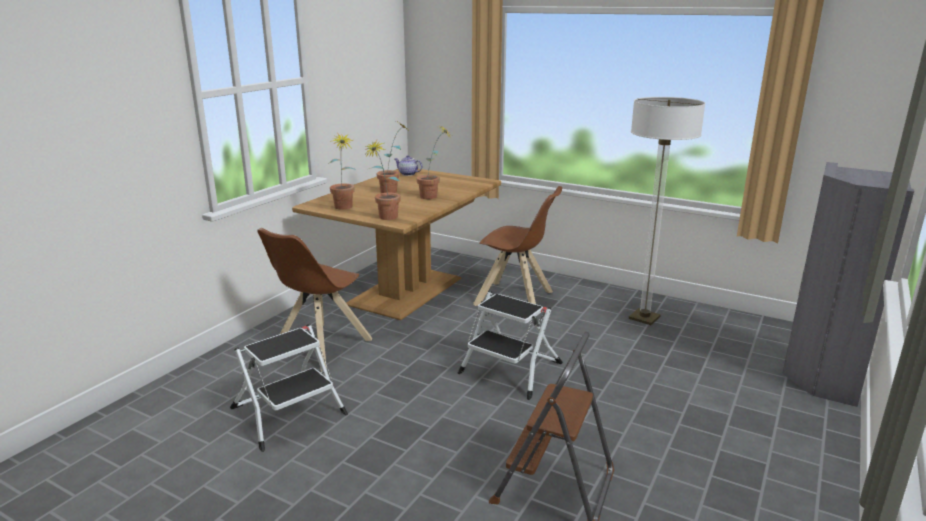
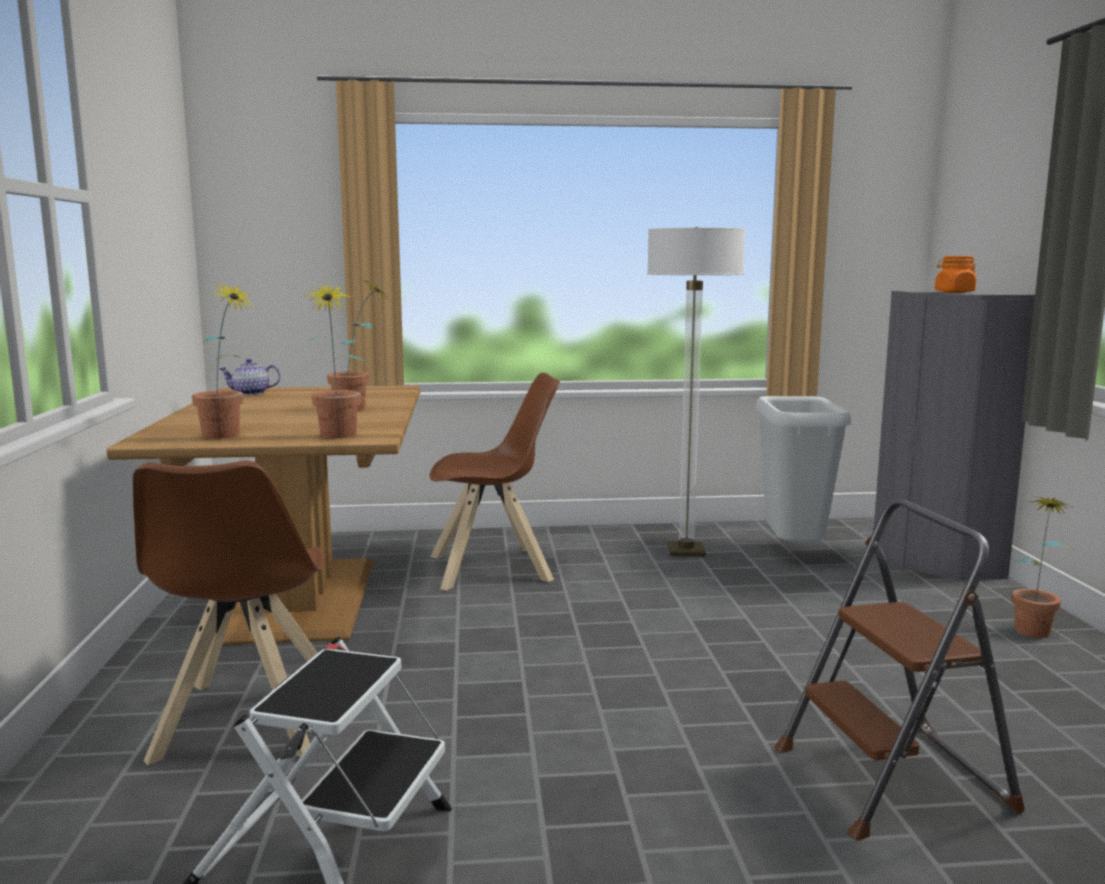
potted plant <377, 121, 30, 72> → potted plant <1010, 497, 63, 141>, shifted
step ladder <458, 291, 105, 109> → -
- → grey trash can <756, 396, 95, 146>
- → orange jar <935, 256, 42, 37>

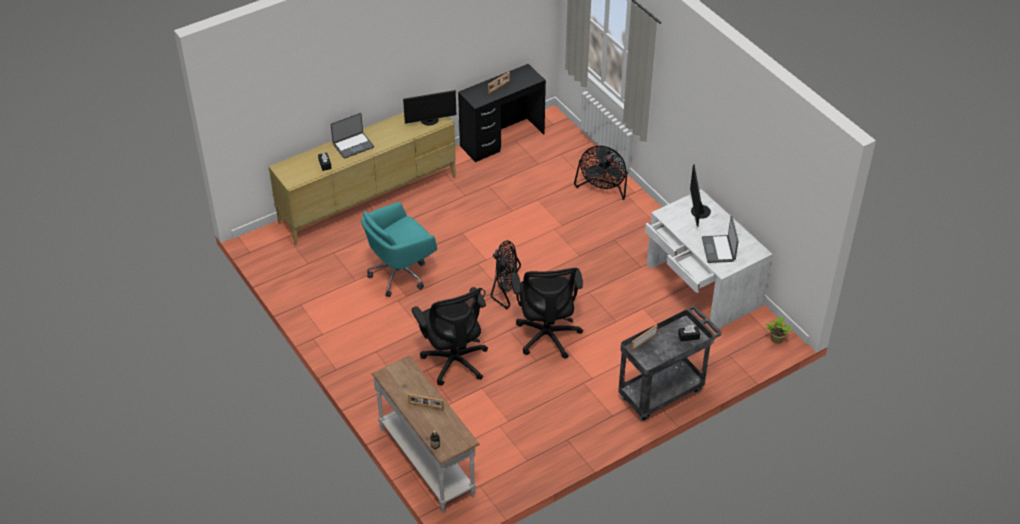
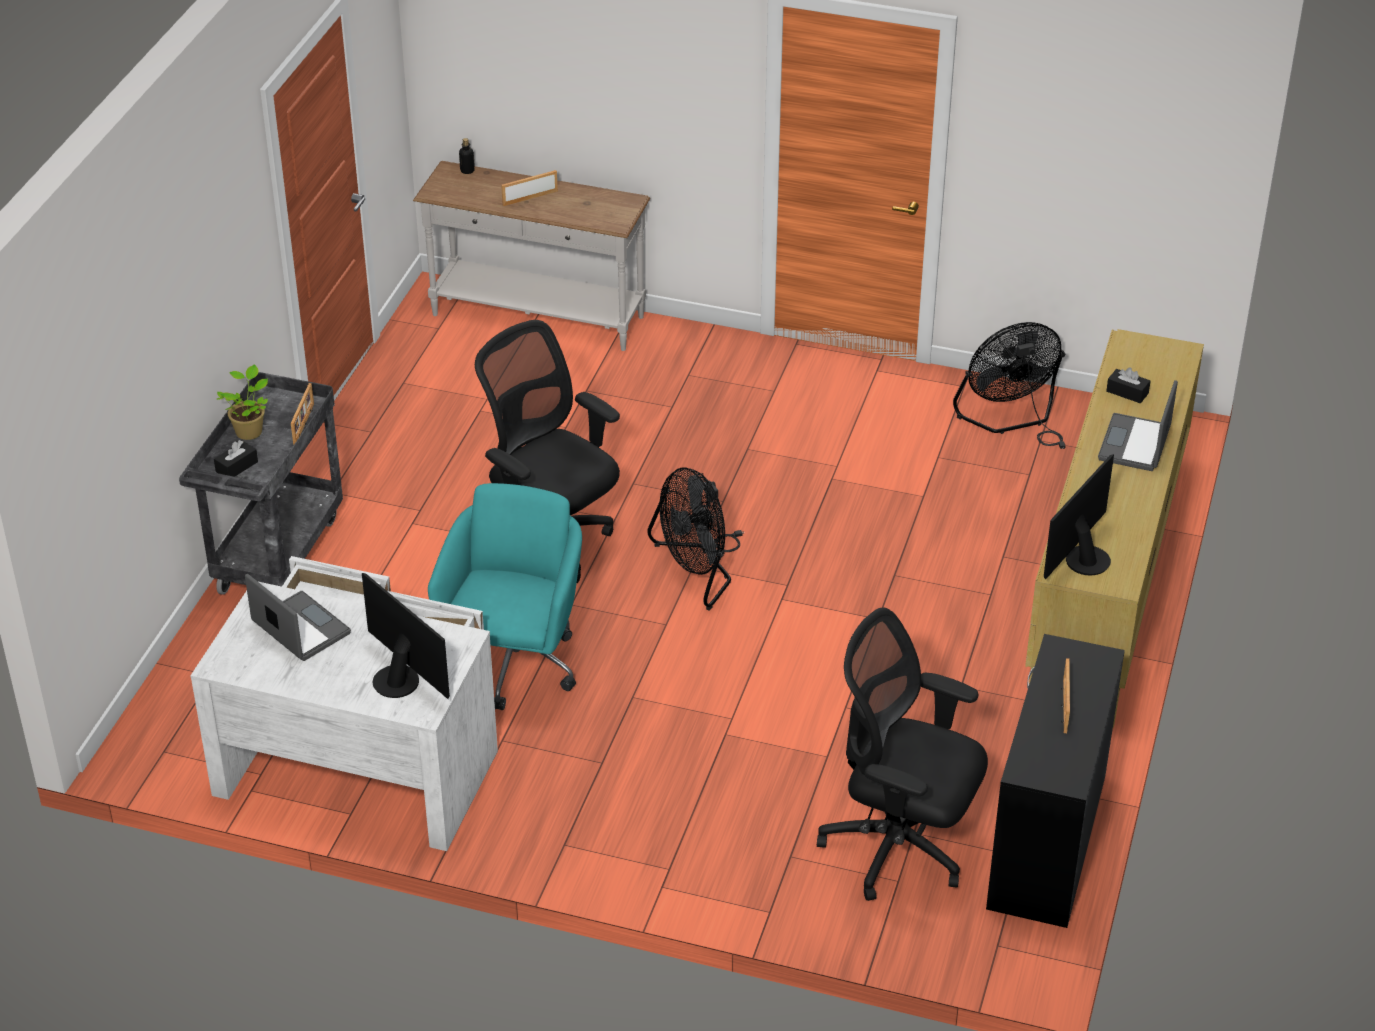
turquoise office chair <361, 202, 76, 95> → turquoise office chair <428, 483, 154, 227>, shifted
black office chair <412, 287, 76, 99> → black office chair <817, 608, 171, 293>, shifted
black fan <574, 146, 54, 54> → black fan <953, 322, 113, 127>, shifted
potted plant <766, 317, 26, 27> → potted plant <217, 364, 51, 76>, shifted

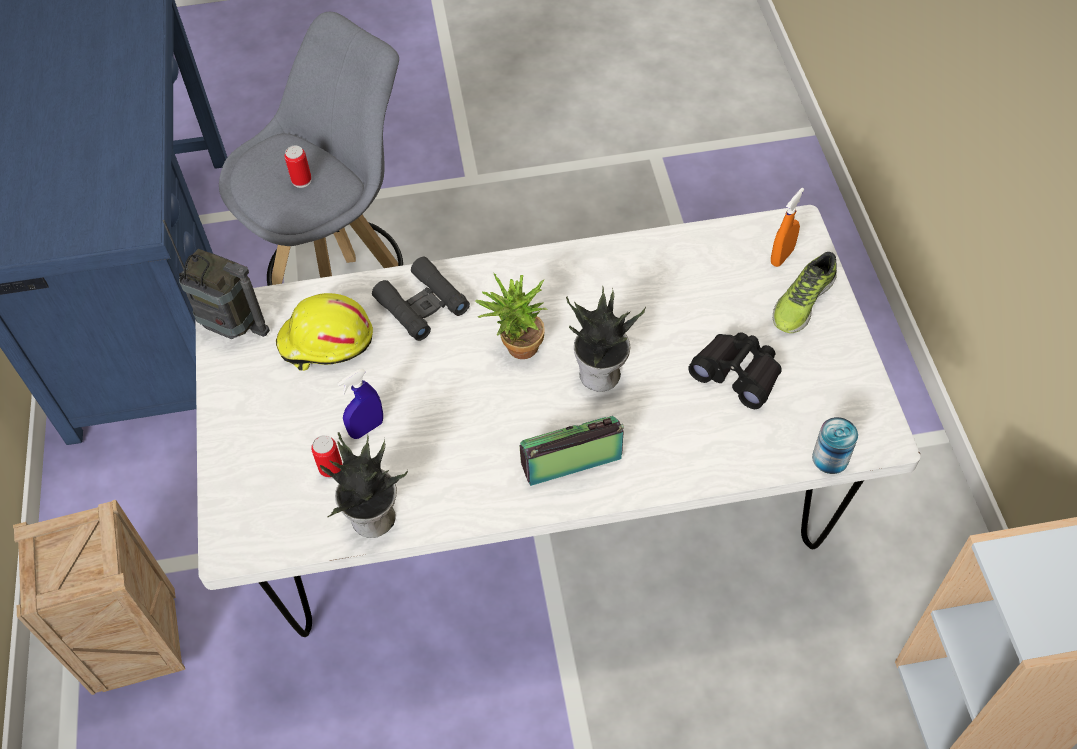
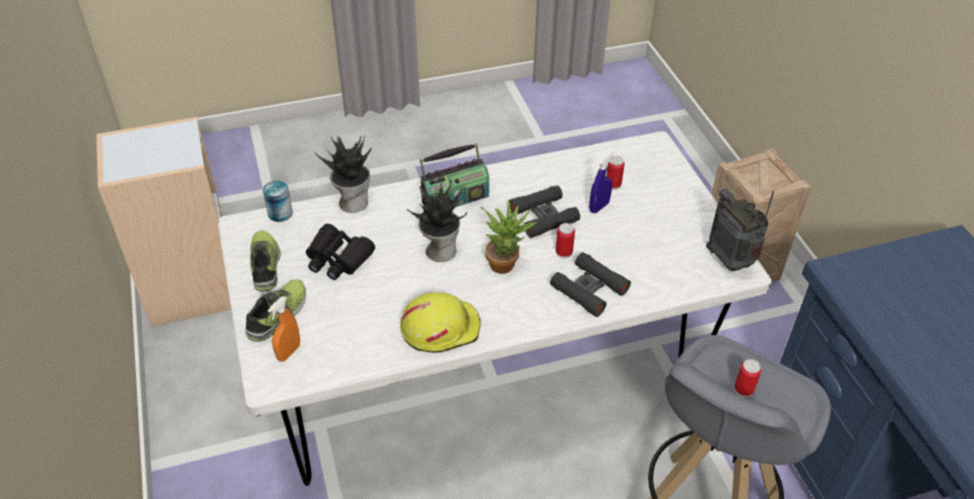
radio <163, 220, 107, 119> → radio <706, 189, 68, 83>, 45 degrees clockwise
yellow hard hat <276, 293, 97, 78> → yellow hard hat <400, 292, 81, 61>, shifted
potted plant <320, 432, 88, 106> → potted plant <315, 136, 57, 77>, shifted
- → shoe <250, 230, 31, 62>
- → black binoculars <508, 185, 72, 53>
- → can <556, 223, 19, 35>

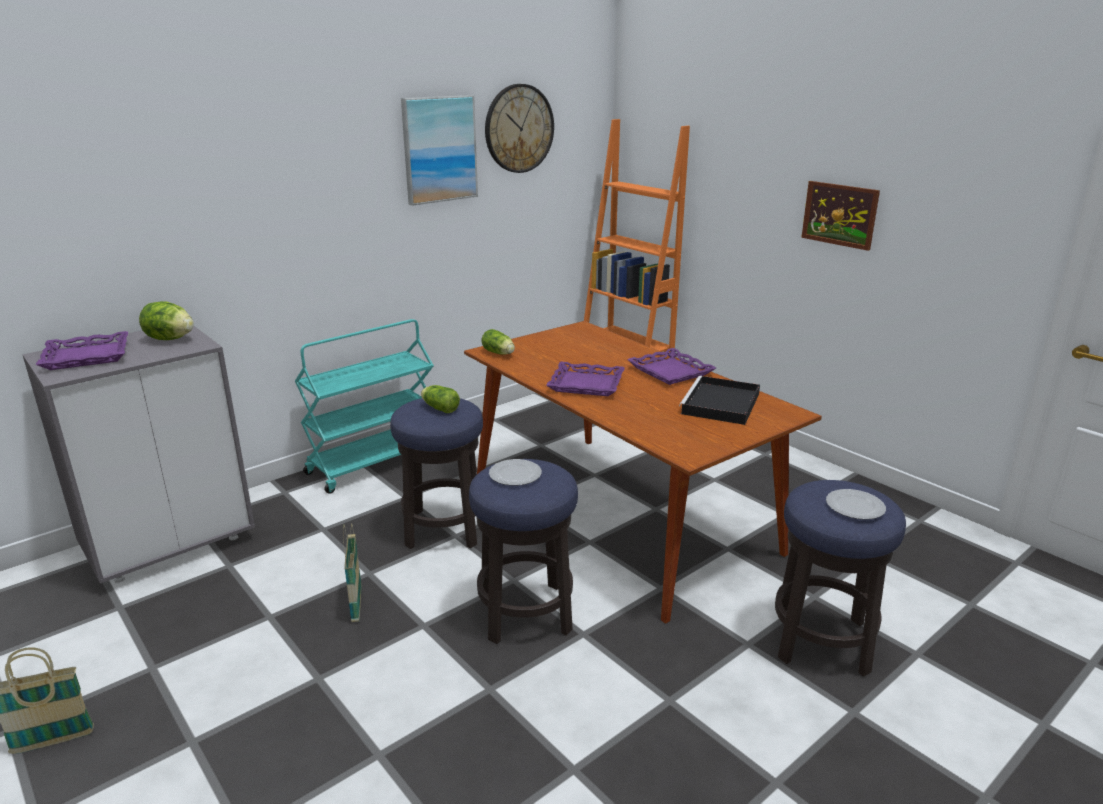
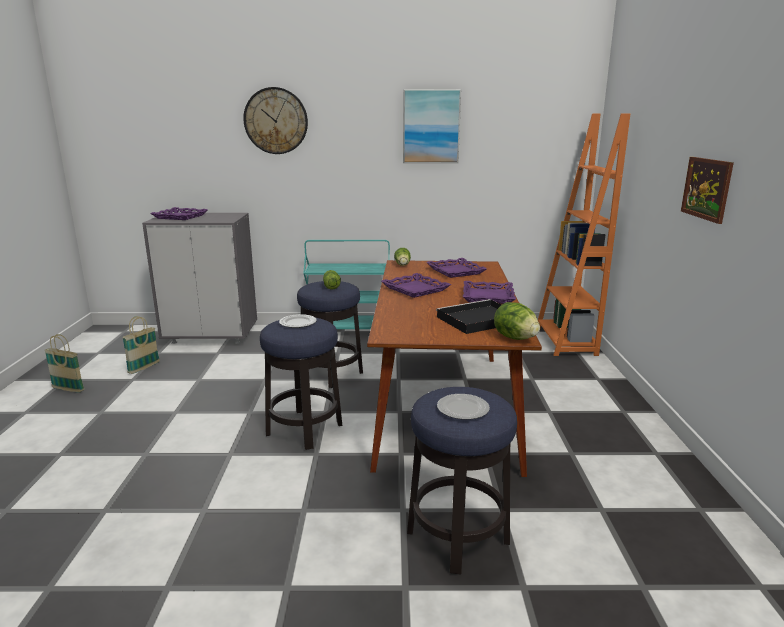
lettuce <139, 301, 55, 39> → lettuce <494, 302, 46, 38>, shifted
basket <343, 523, 18, 99> → basket <122, 316, 38, 58>, shifted
wall clock <485, 84, 69, 89> → wall clock <243, 87, 65, 67>, shifted
- → purple tray <426, 258, 61, 20>

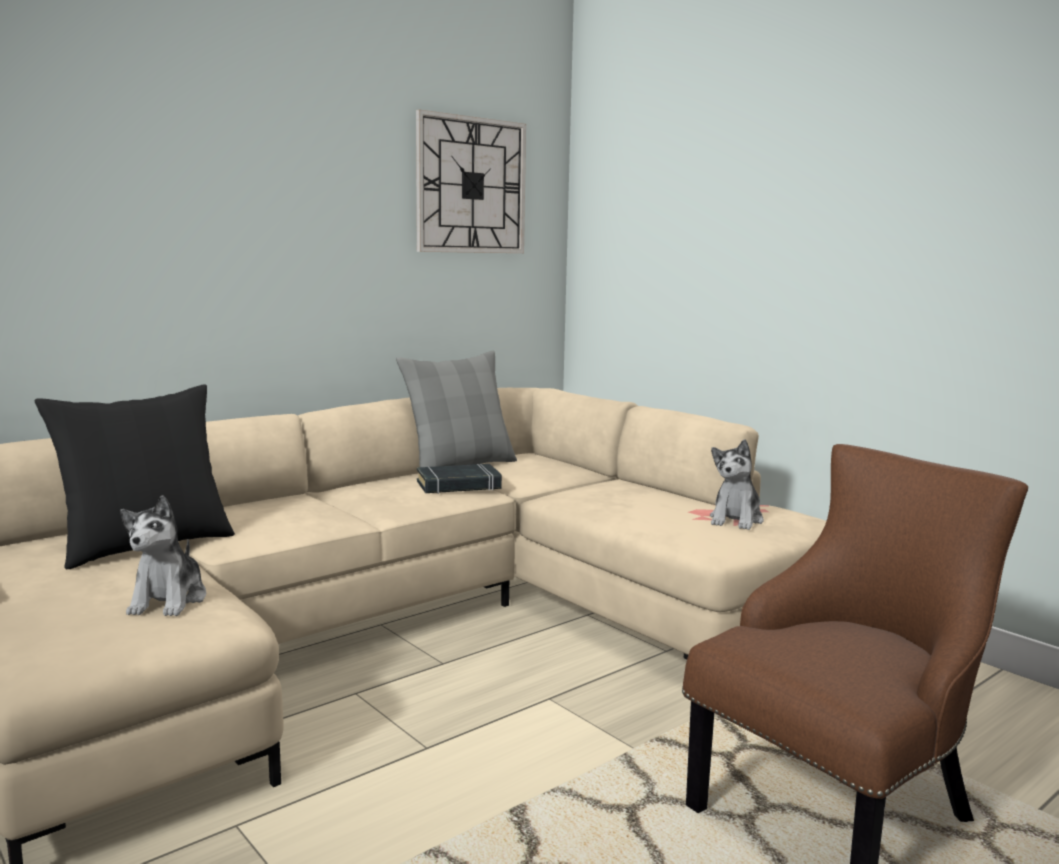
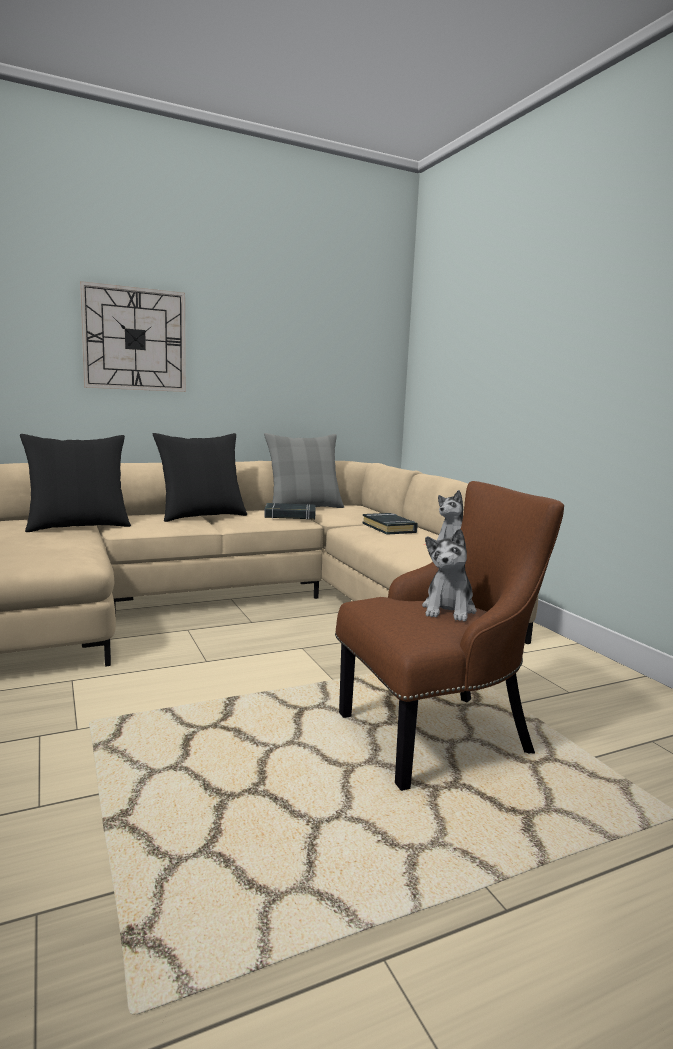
plush toy <120, 495, 86, 121> → plush toy <422, 529, 54, 93>, shifted
wall clock <416, 109, 110, 144> → wall clock <80, 281, 106, 111>, shifted
- → black pillow <153, 433, 94, 89>
- → black book <362, 513, 56, 22>

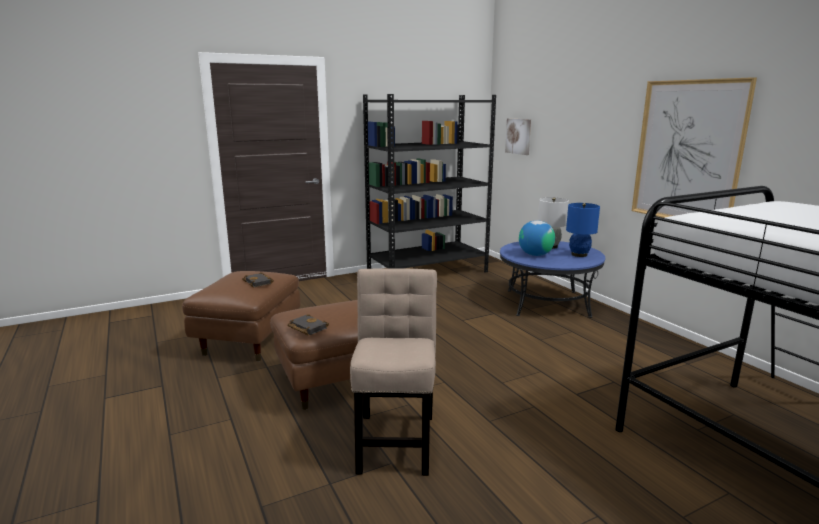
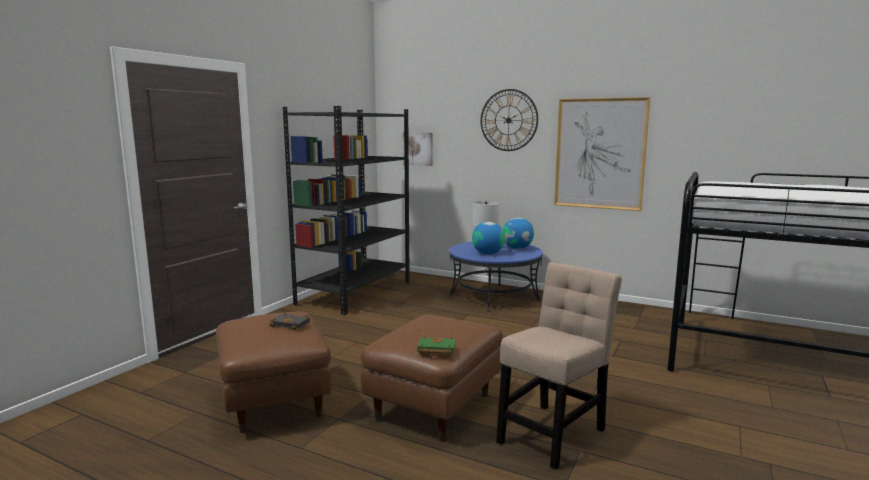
black book <287, 314, 42, 21> → green book <417, 336, 38, 19>
beige chair <350, 268, 87, 208> → beige chair <496, 262, 126, 208>, 75 degrees clockwise
blue table lamp <566, 203, 34, 54> → globe <503, 218, 31, 31>
- → wall clock <480, 89, 58, 62>

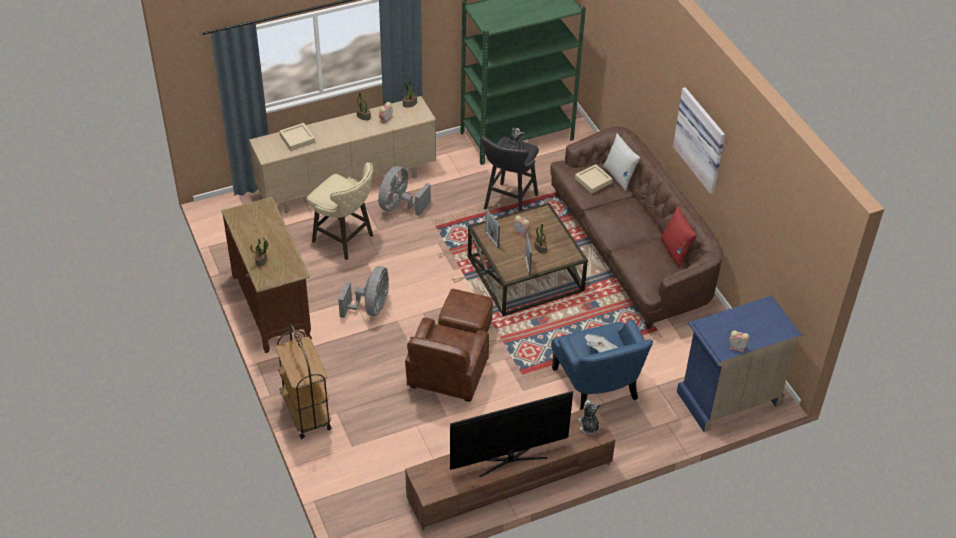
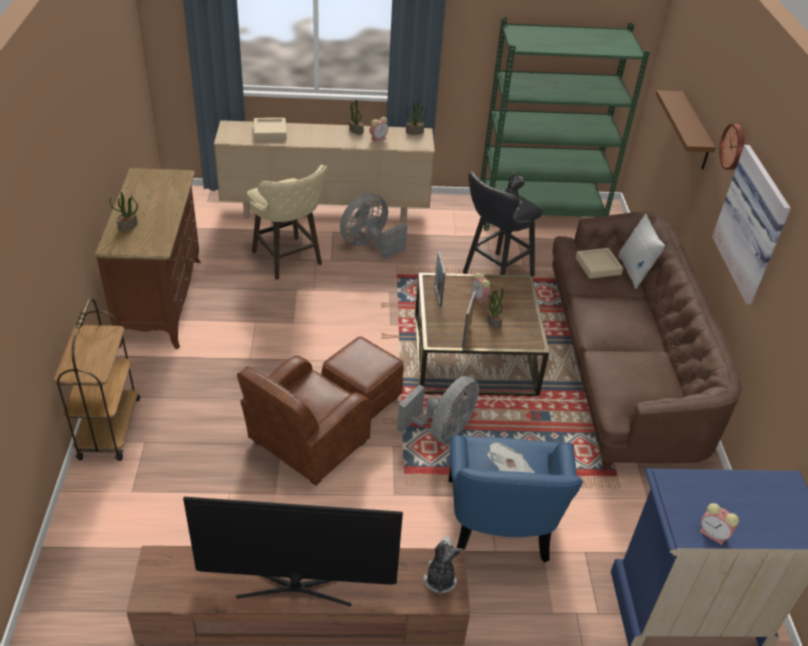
grey fan <338, 266, 51, 52> → grey fan <397, 376, 82, 68>, shifted
red pillow <660, 206, 37, 62> → -
- → brown shelf <656, 90, 60, 80>
- → wall clock <719, 124, 25, 46>

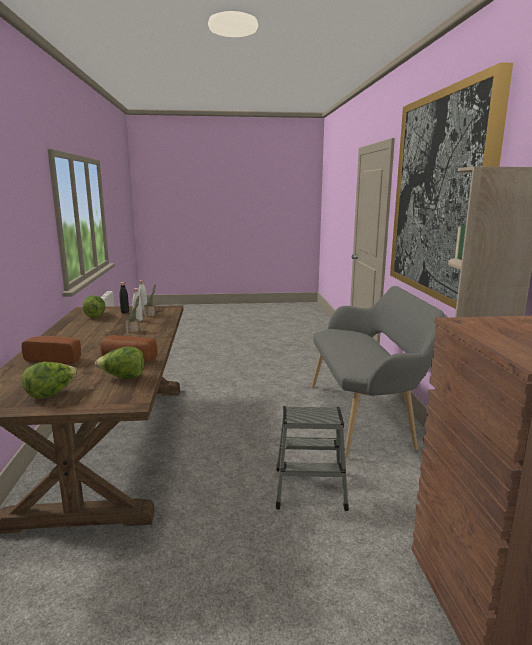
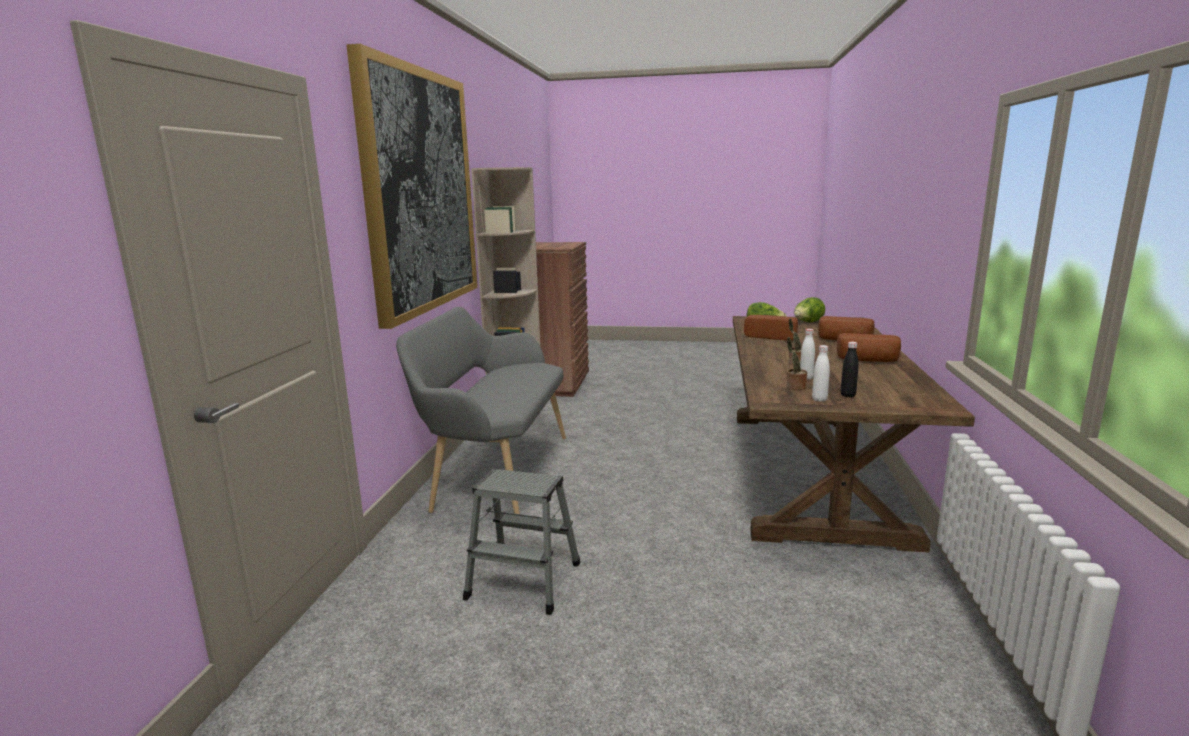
lettuce <83, 295, 22, 23> → -
grey step ladder <276, 406, 73, 105> → grey step ladder <463, 468, 118, 147>, shifted
- → bread <837, 333, 64, 29>

